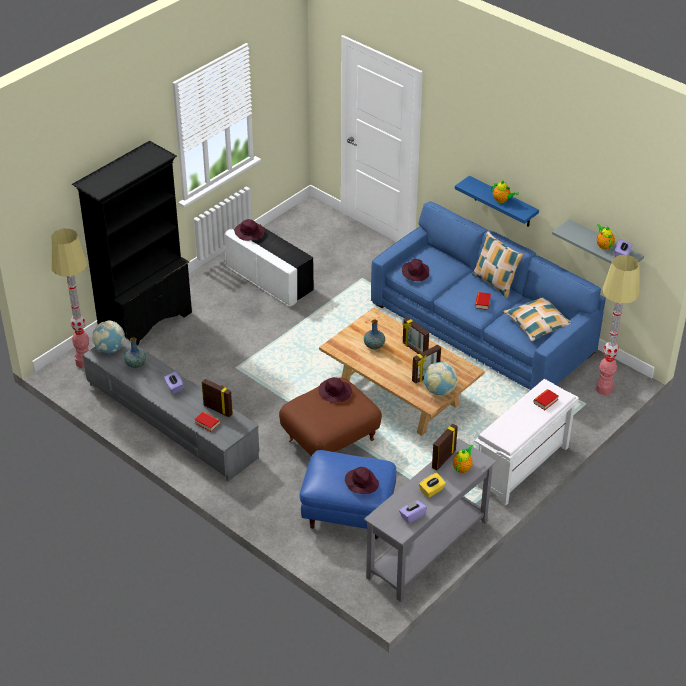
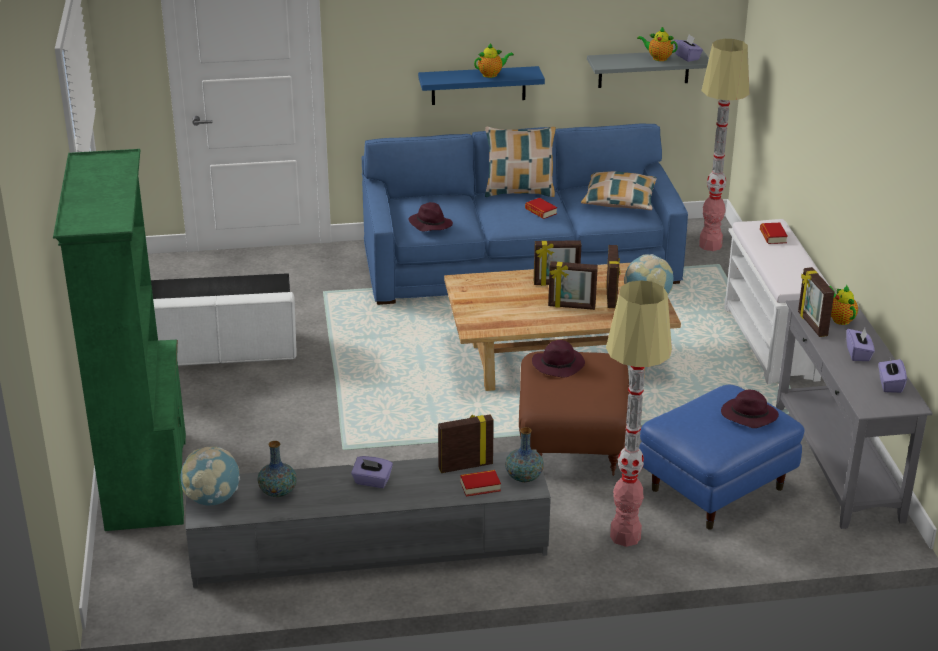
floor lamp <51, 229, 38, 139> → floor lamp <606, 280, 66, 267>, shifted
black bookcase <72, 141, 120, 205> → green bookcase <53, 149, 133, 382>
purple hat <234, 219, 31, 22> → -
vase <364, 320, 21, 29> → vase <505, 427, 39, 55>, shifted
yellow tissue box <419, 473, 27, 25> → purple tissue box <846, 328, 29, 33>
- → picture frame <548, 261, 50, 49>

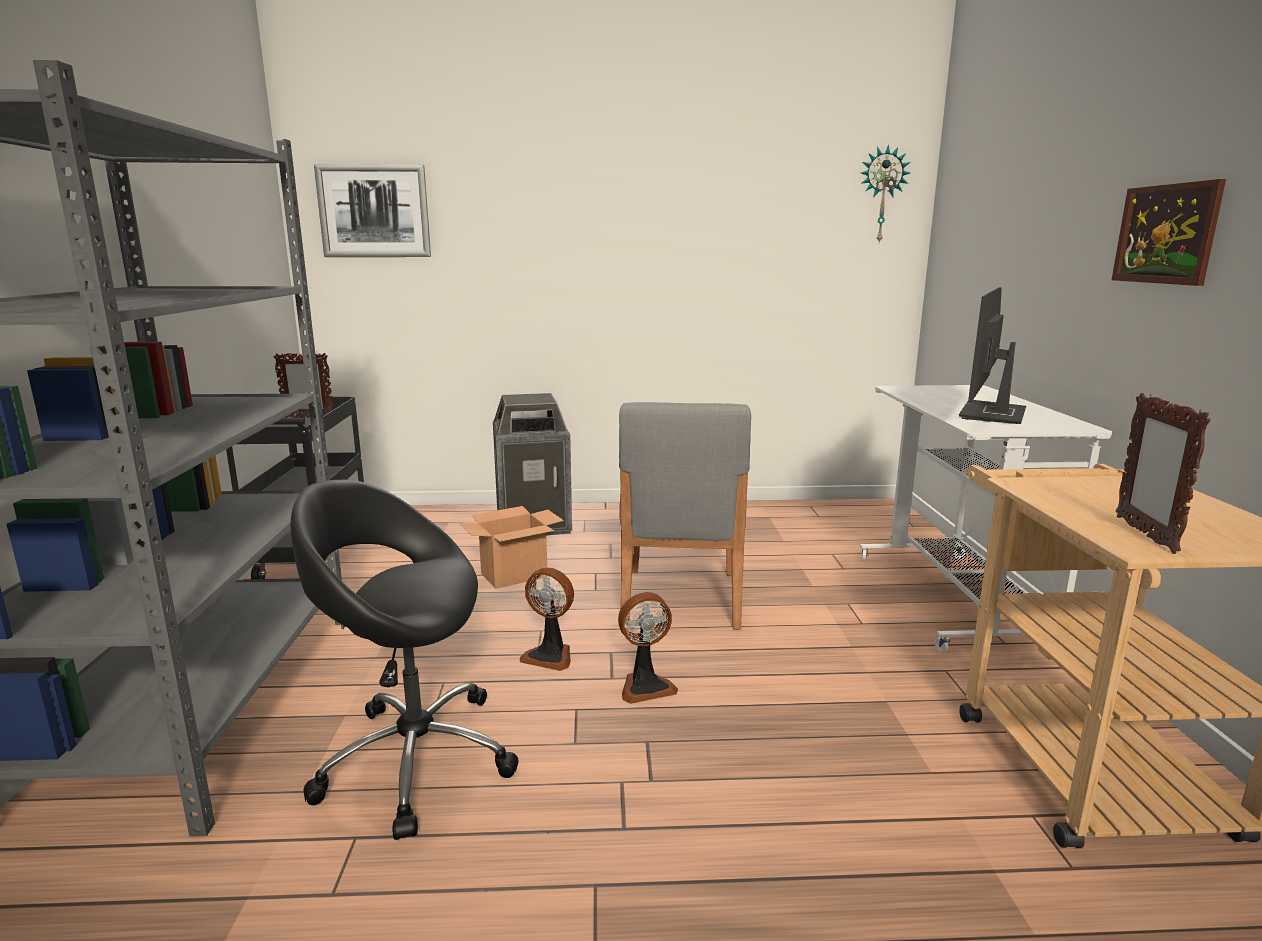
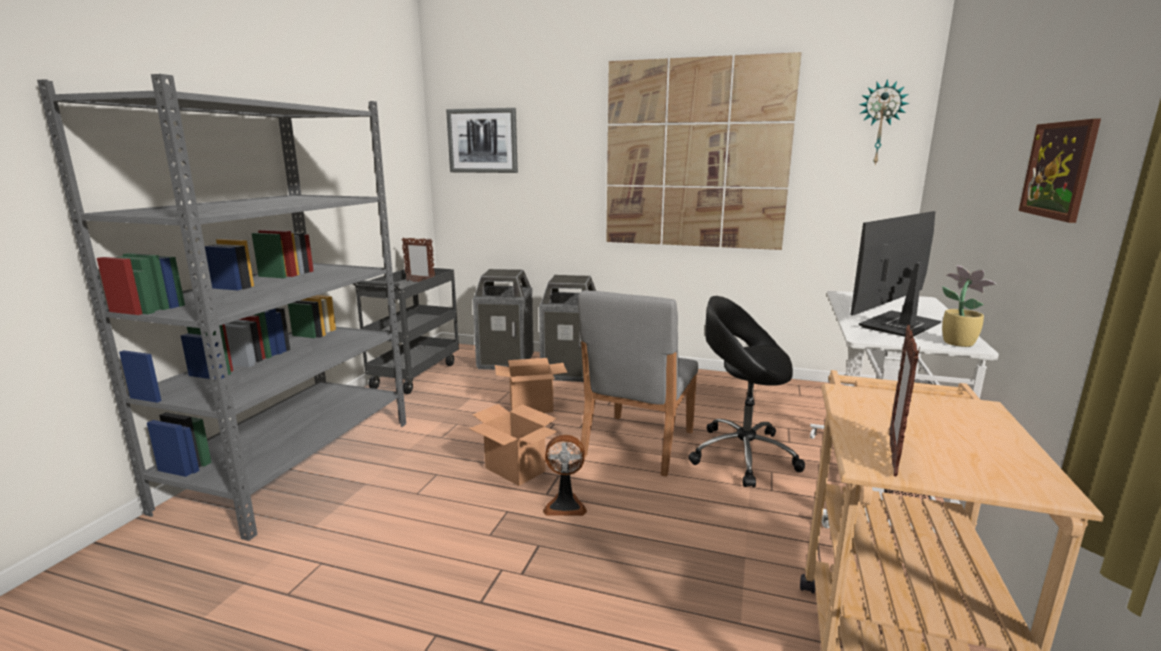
black office chair <290, 479, 229, 361> → black office chair <688, 296, 117, 191>, shifted
fan <519, 567, 55, 104> → cardboard box <469, 404, 88, 82>
- → trash can <473, 269, 61, 101>
- → picture <606, 52, 195, 198>
- → potted plant <942, 266, 54, 81>

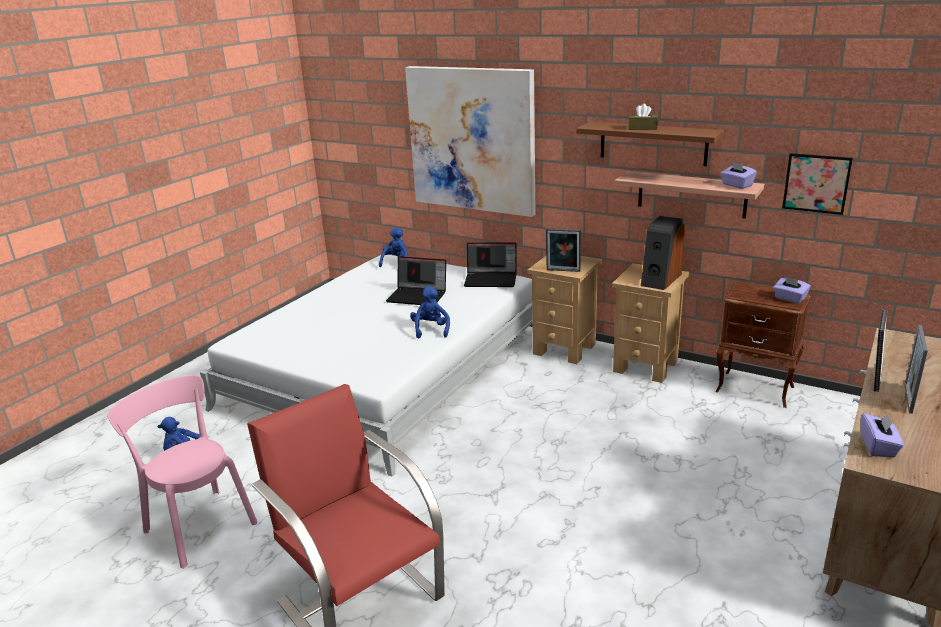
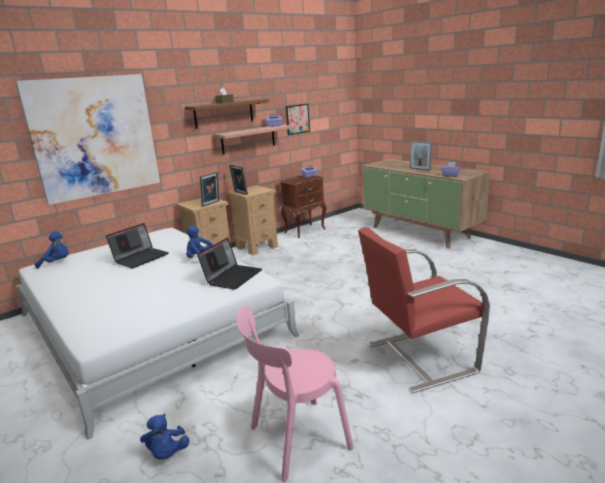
blue plush toy <379, 227, 29, 40> → blue plush toy <35, 231, 34, 38>, 135 degrees clockwise
laptop <464, 242, 53, 45> → laptop <197, 237, 65, 53>, shifted
speaker <641, 216, 44, 74> → -
picture frame <874, 310, 13, 82> → picture frame <229, 165, 19, 30>, shifted

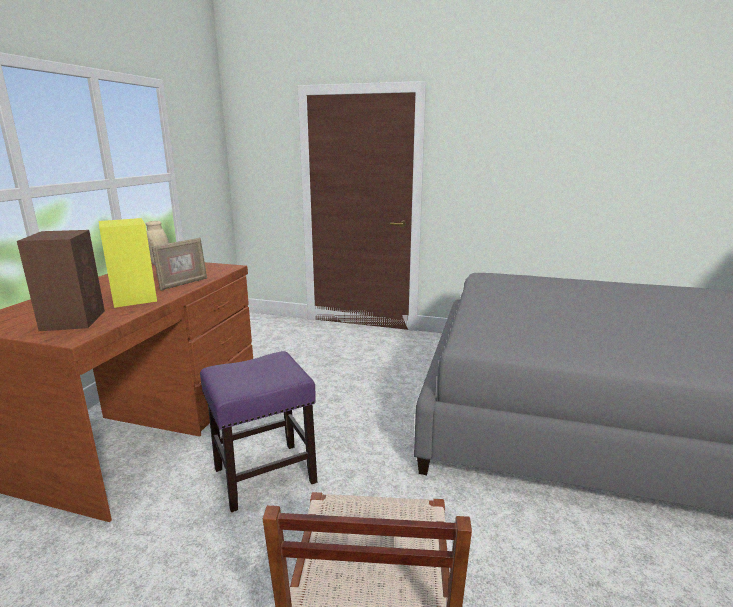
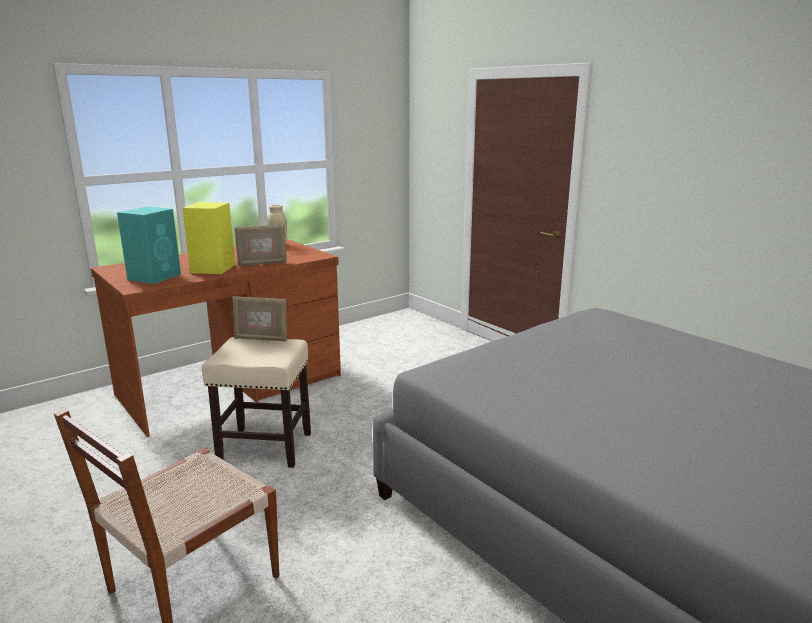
brown speaker <17, 230, 88, 101> → turquoise speaker <117, 207, 64, 77>
purple stool <200, 351, 117, 161> → beige stool <202, 337, 109, 131>
- → picture frame <232, 296, 55, 46>

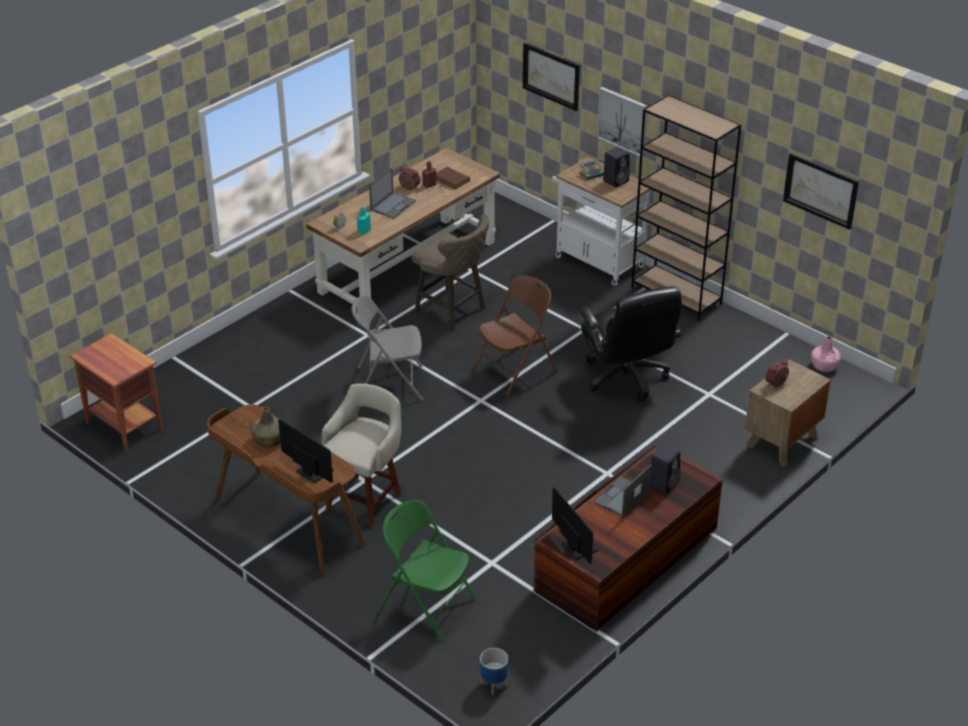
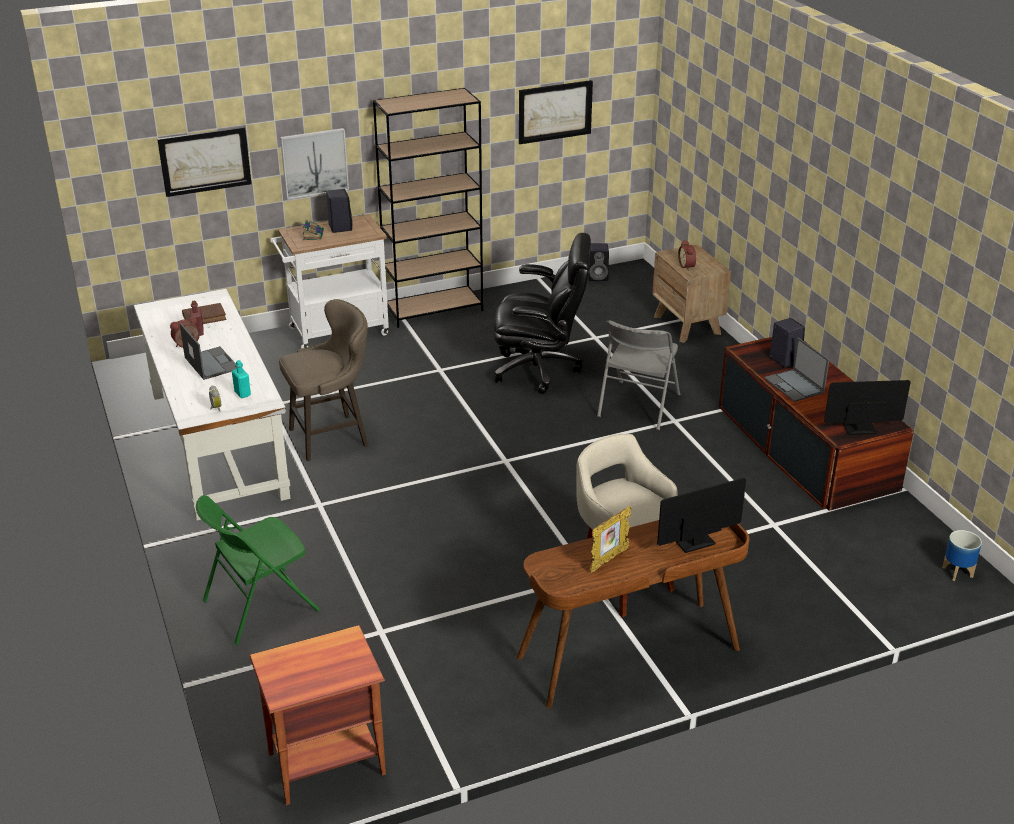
green bottle <251, 406, 30, 41> → picture frame <590, 506, 42, 66>
brown desk <306, 148, 194, 156> → white desk <134, 289, 156, 231>
grey chair <351, 295, 72, 106> → grey chair <597, 320, 83, 110>, shifted
green chair <377, 500, 100, 142> → green chair <196, 495, 124, 151>, shifted
brown chair <473, 276, 85, 120> → -
pink bottle <811, 336, 30, 36> → black speaker <588, 243, 21, 38>

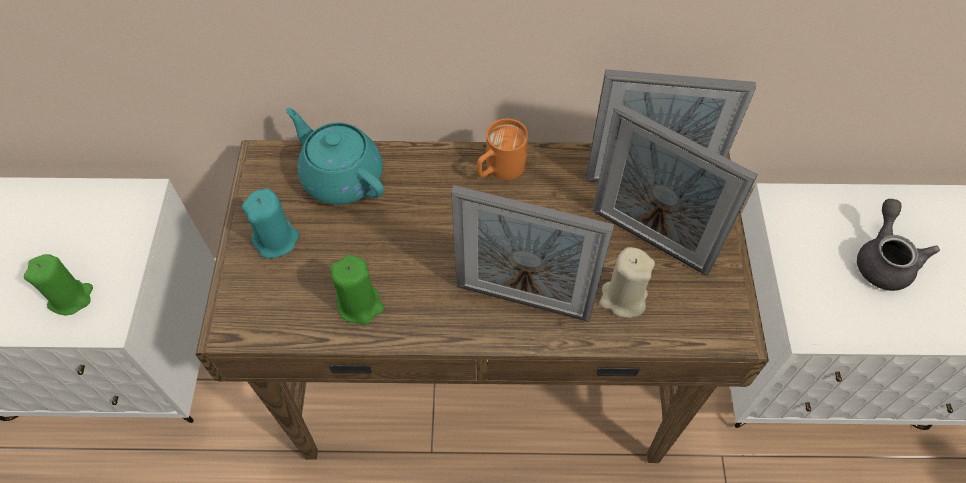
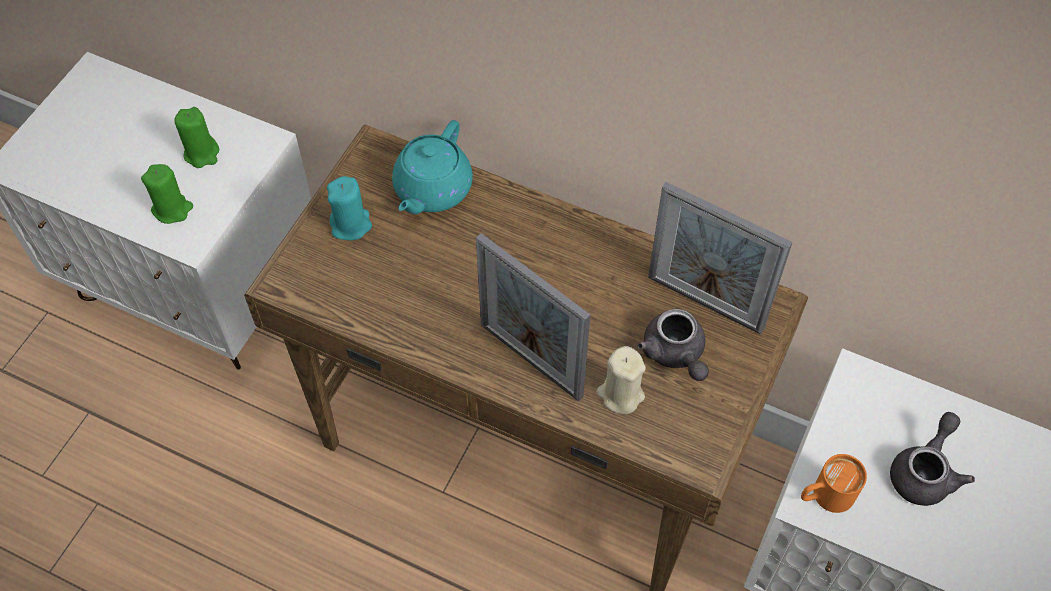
turquoise teapot <286, 108, 98, 97> → turquoise teapot <392, 120, 81, 94>, 135 degrees counterclockwise
green candle <330, 254, 54, 71> → green candle <174, 107, 45, 61>, shifted
orange mug <477, 118, 51, 62> → orange mug <801, 454, 66, 59>, shifted
picture frame <592, 103, 166, 173> → grey teapot <638, 309, 71, 72>

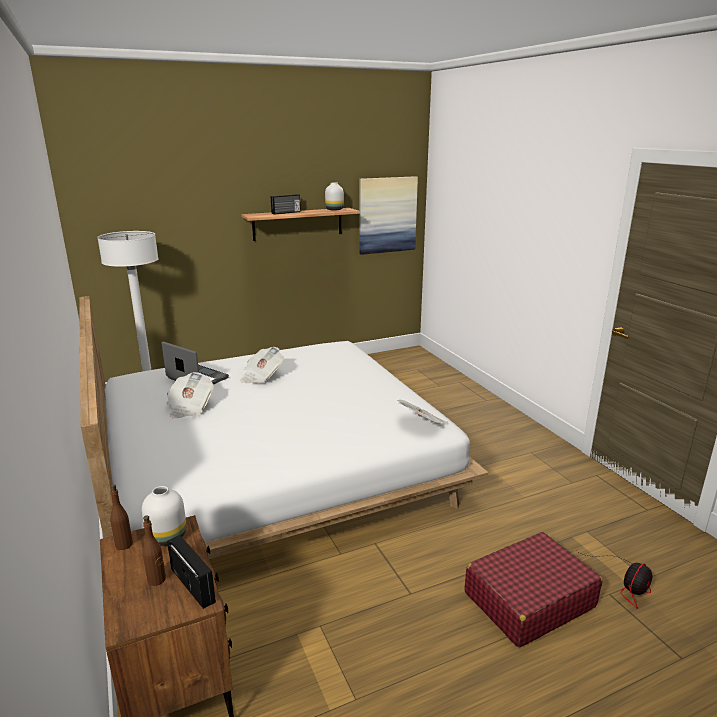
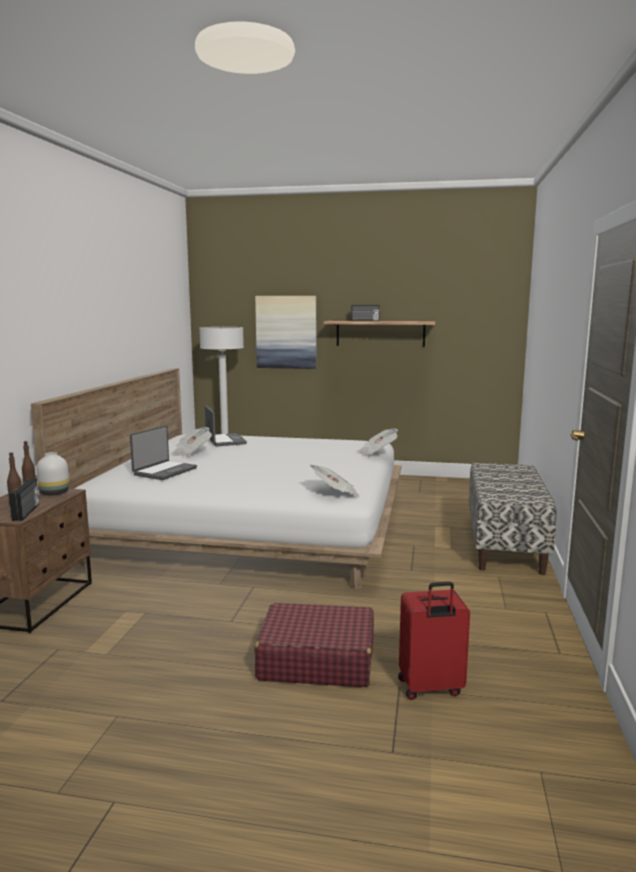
newspaper <240, 347, 44, 37> → newspaper <356, 428, 42, 27>, shifted
white vase <325, 182, 19, 28> → -
picture <359, 176, 59, 79> → picture <255, 296, 61, 73>, shifted
fan <575, 550, 77, 59> → red suitcase <398, 582, 72, 118>
- → laptop <130, 425, 67, 55>
- → bench <469, 463, 88, 112>

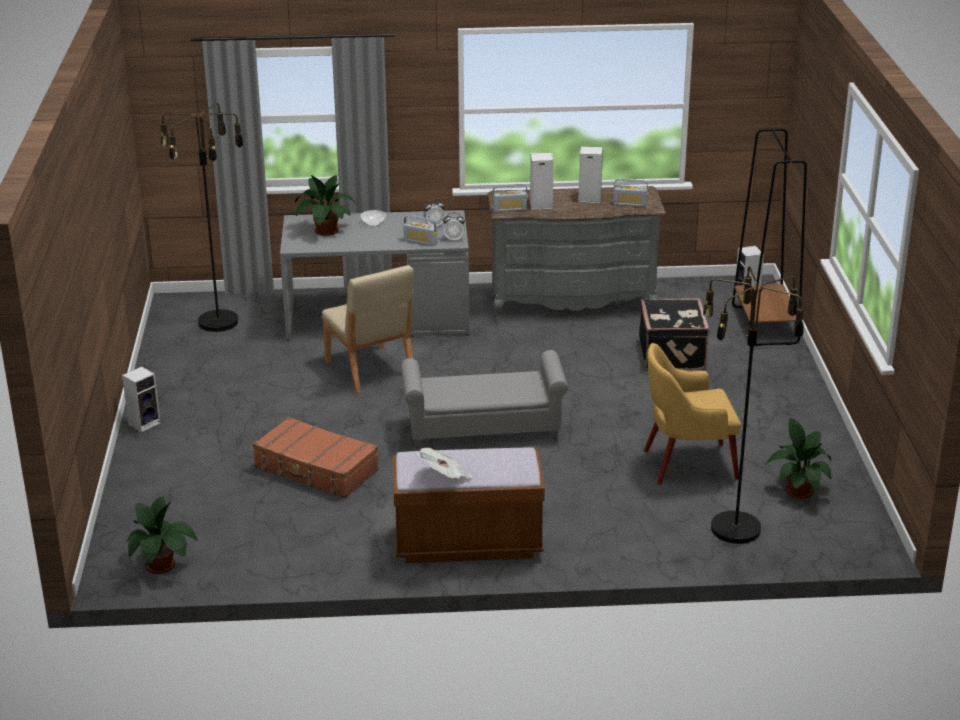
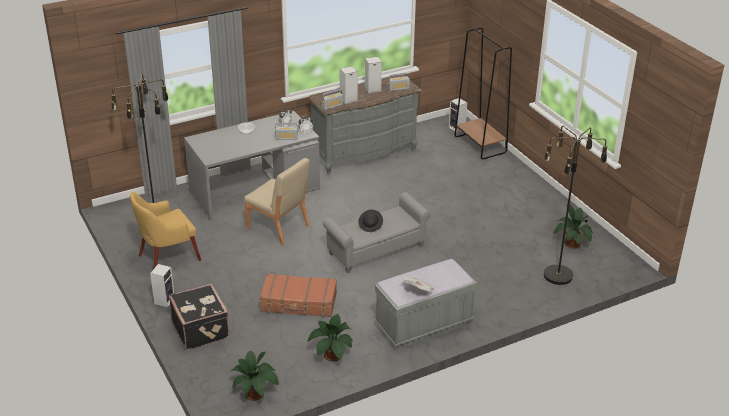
potted plant <295, 175, 62, 61> → potted plant <308, 314, 45, 47>, shifted
brown bench <393, 448, 152, 115> → grey bench <374, 259, 103, 89>
black suitcase <639, 298, 72, 72> → black suitcase <169, 284, 61, 66>, shifted
yellow armchair <644, 343, 97, 142> → yellow armchair <130, 192, 71, 77>, shifted
- → black hat <358, 210, 25, 22>

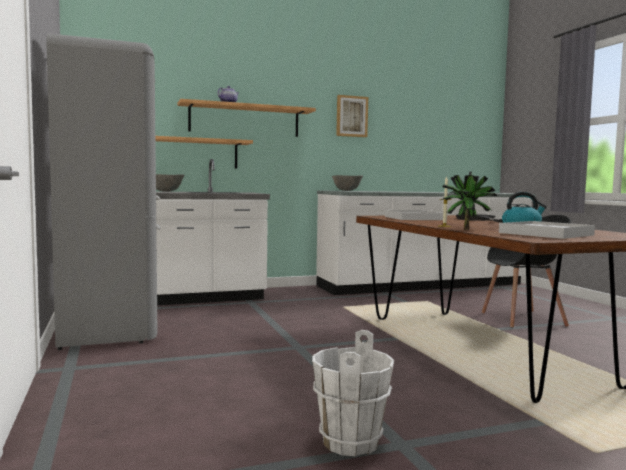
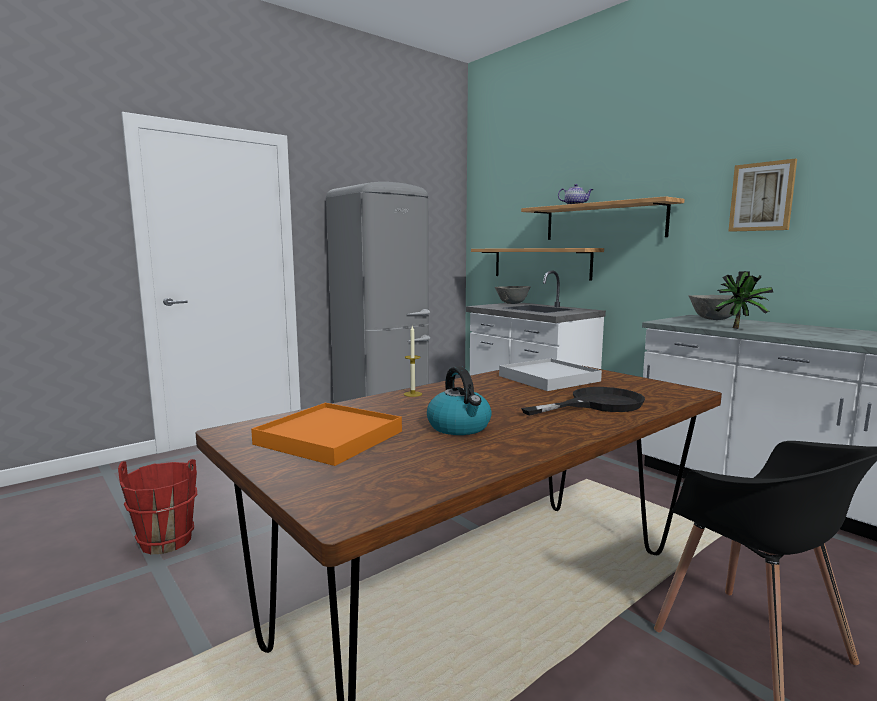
white bucket <312, 330, 82, 126> → red bucket <118, 459, 79, 95>
potted plant <442, 172, 55, 58> → potted plant <715, 271, 58, 58>, shifted
white tray <499, 221, 96, 18> → orange tray <251, 403, 151, 63>

